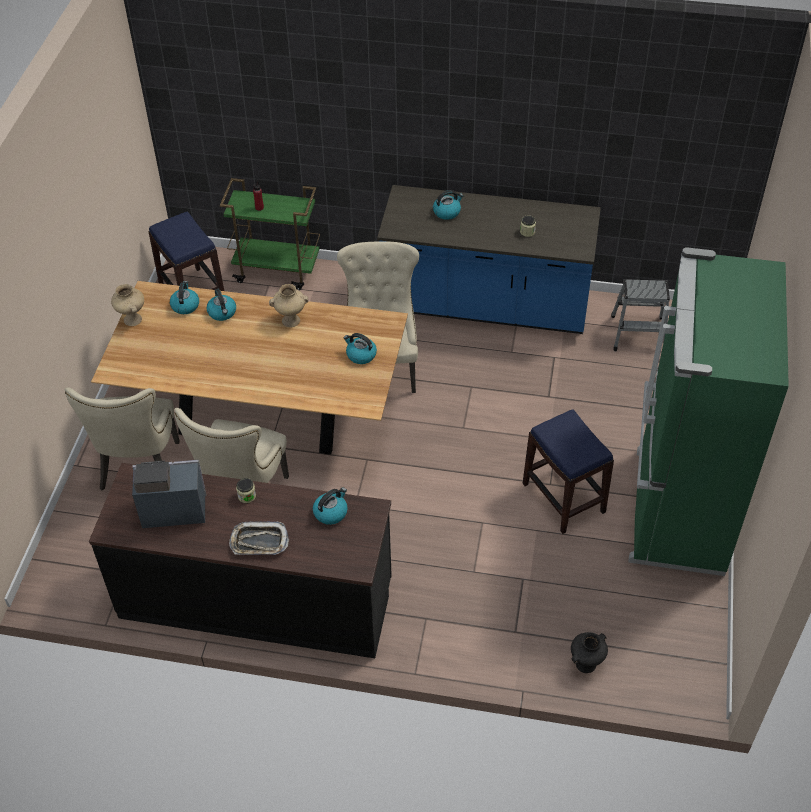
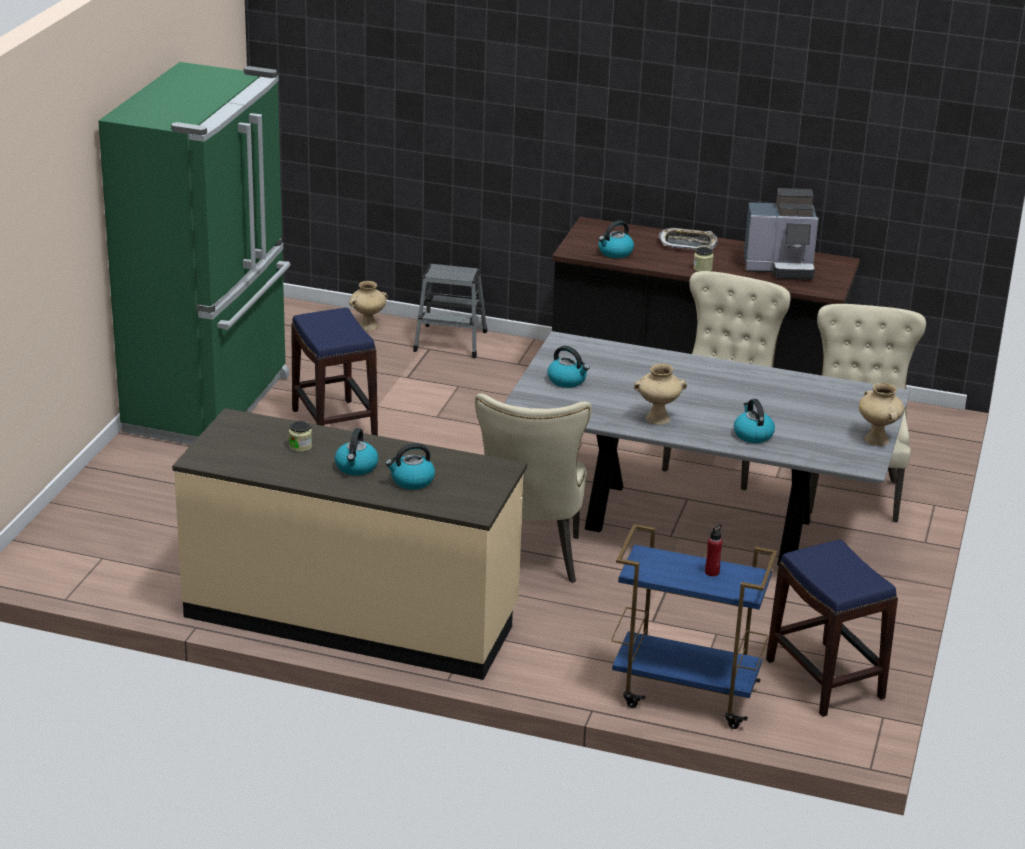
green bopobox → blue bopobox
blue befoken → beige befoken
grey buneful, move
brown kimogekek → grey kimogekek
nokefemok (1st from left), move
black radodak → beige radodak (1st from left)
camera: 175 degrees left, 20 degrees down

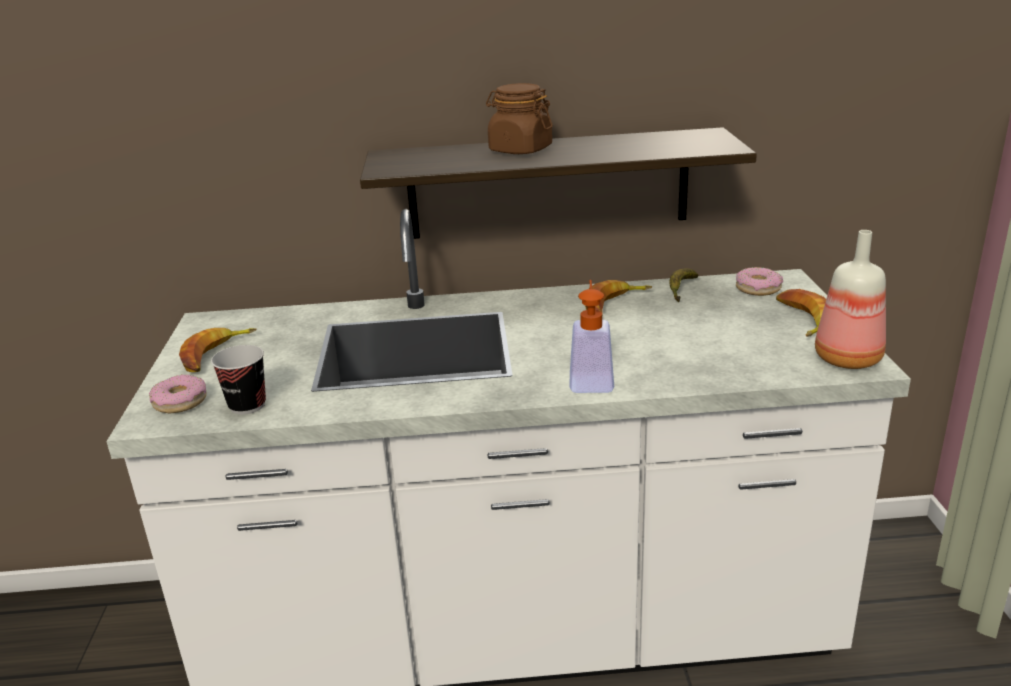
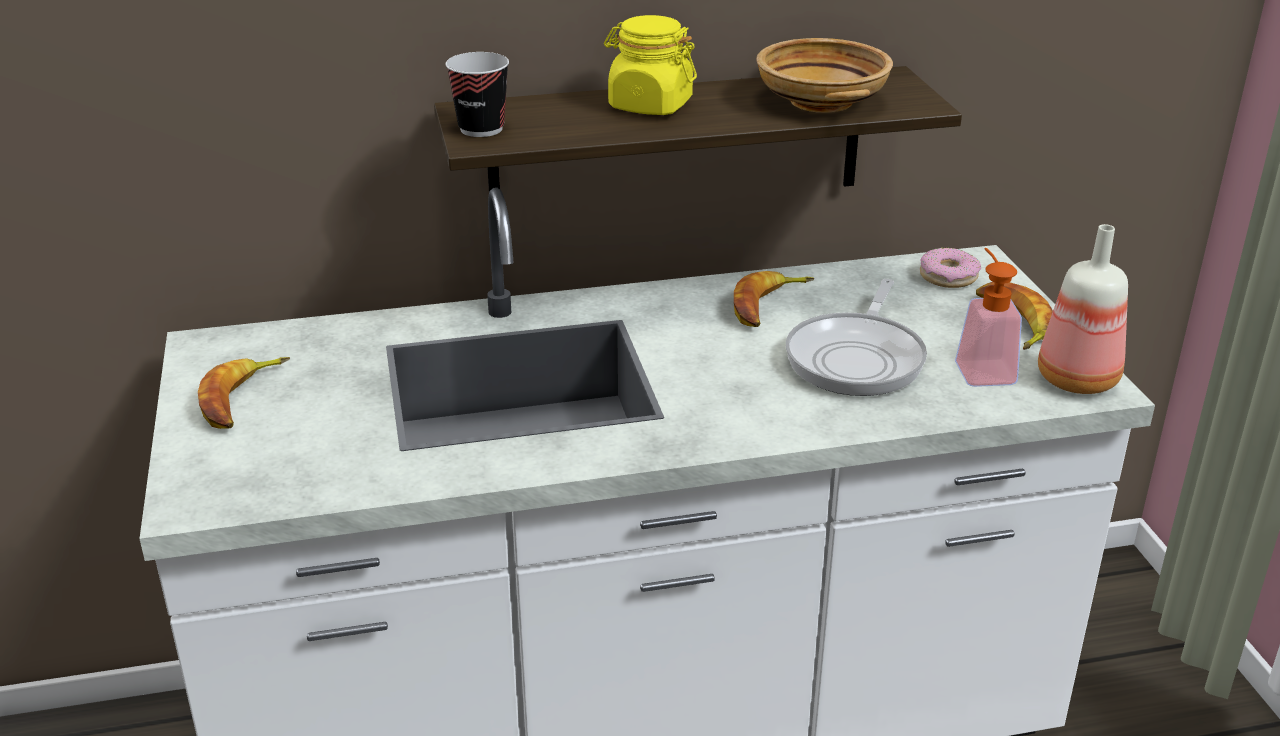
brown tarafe → yellow tarafe
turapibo (3rd from left) → -
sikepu, move
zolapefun, move
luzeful (1st from left) → -
- → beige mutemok
- → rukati
camera: 10 degrees left, 5 degrees up

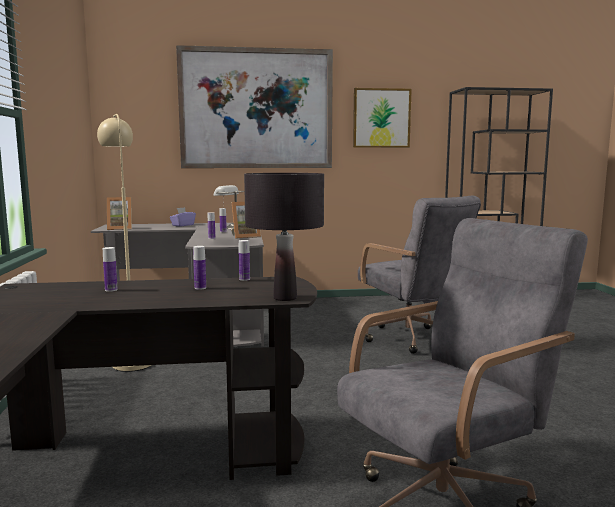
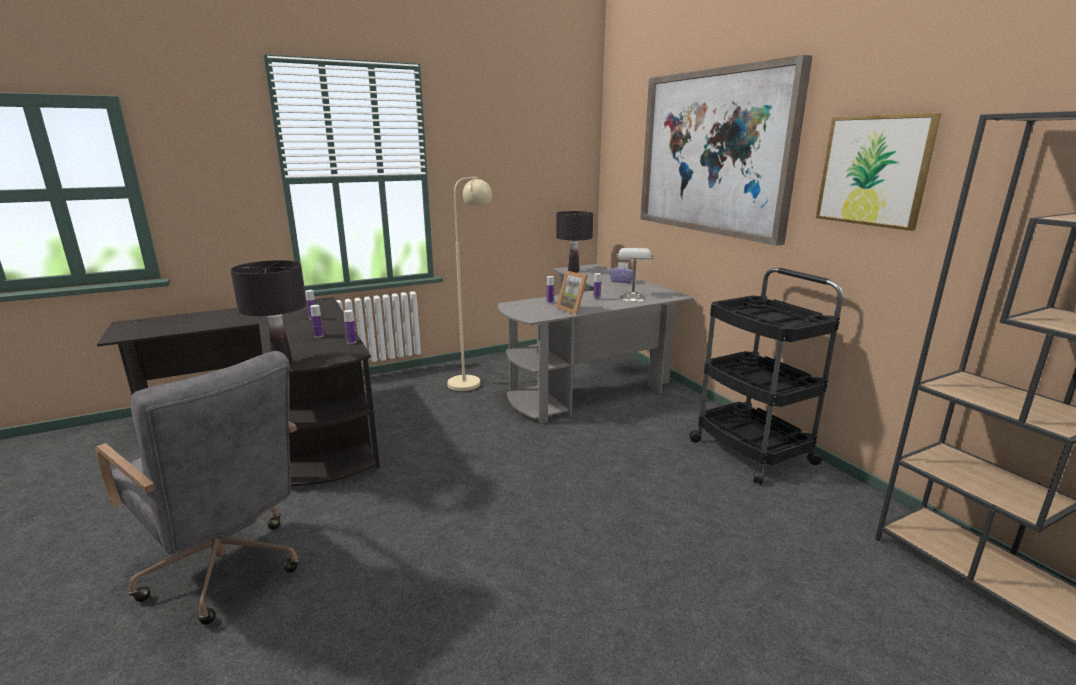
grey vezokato (1st from left) → -
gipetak (1st from left) → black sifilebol (2nd from left)
- → black bopobox
camera: 70 degrees right, 10 degrees up

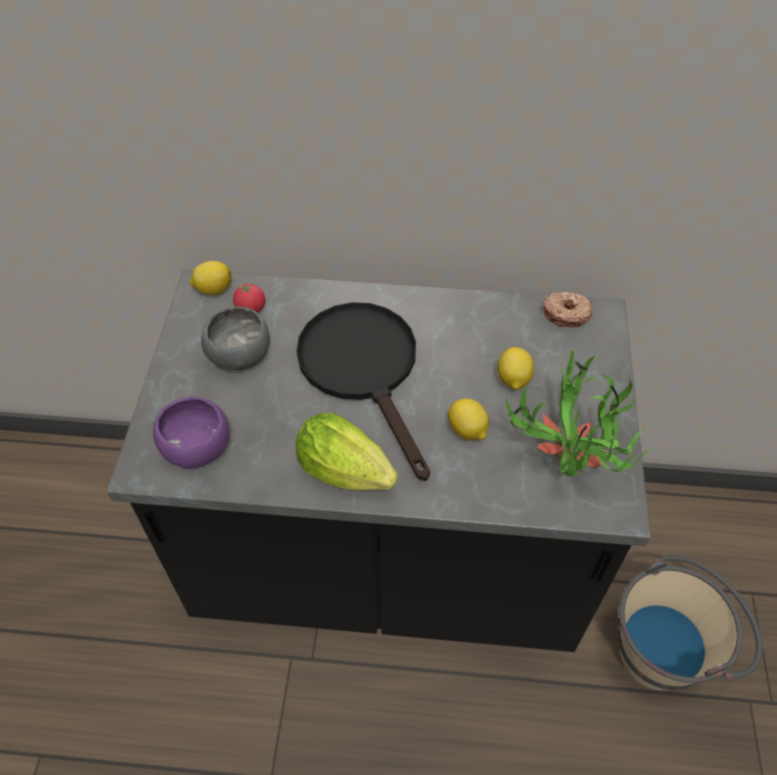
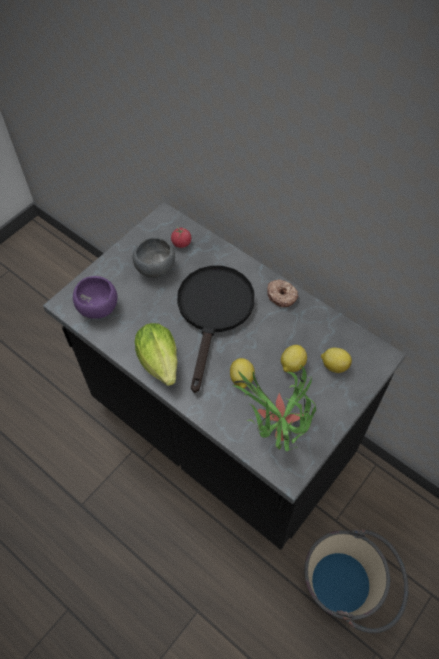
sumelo (1st from left in the first image) → sumelo (3rd from left), move
luzeful, move
camera: 35 degrees right, 5 degrees up

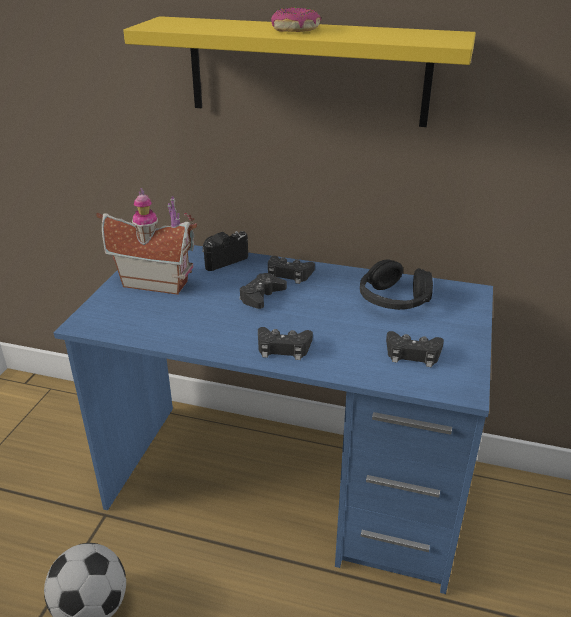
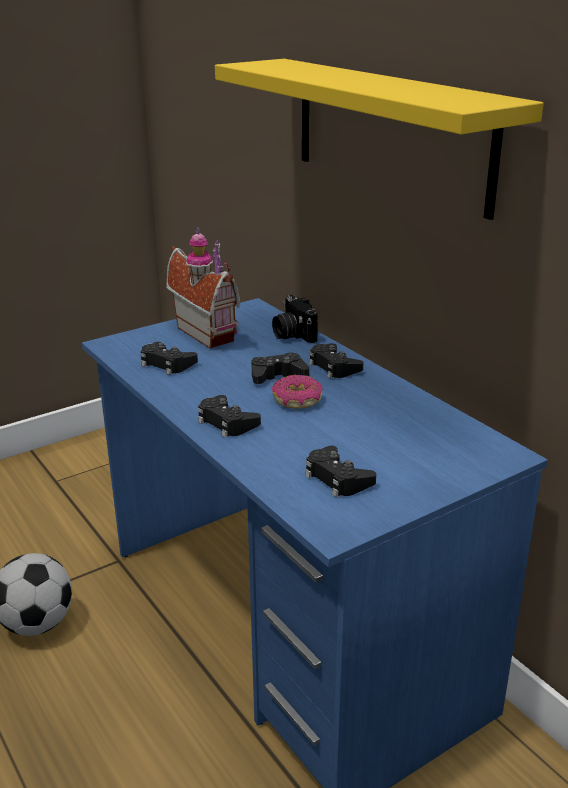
luzeful, move
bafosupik, 120 degrees counterclockwise
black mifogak → -
- → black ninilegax (1st from left)
camera: 40 degrees right, 5 degrees down

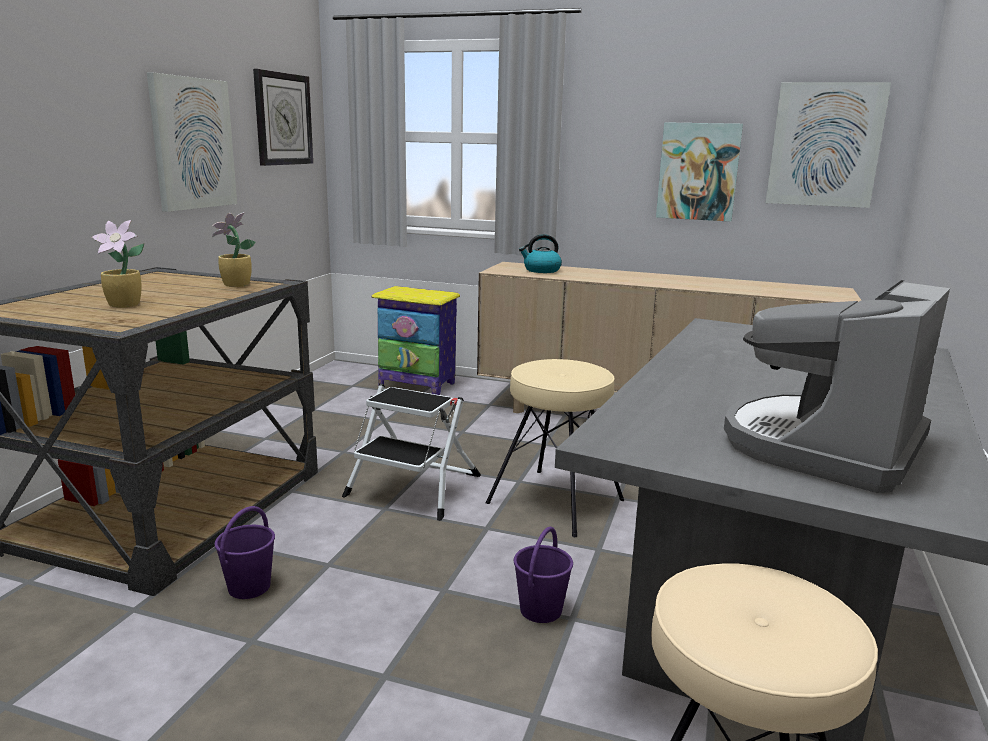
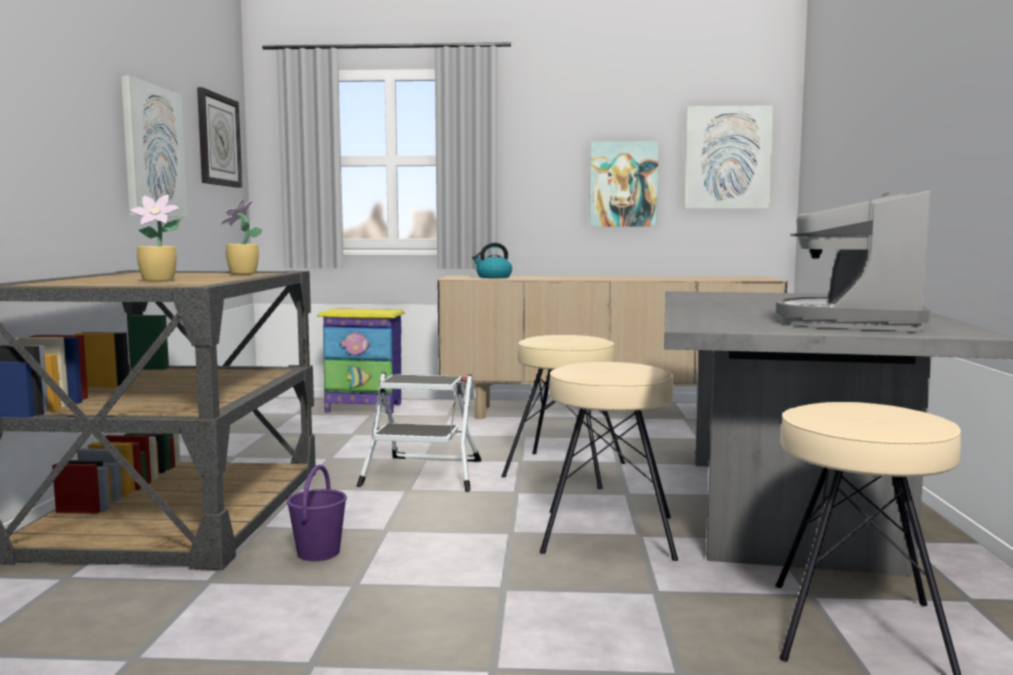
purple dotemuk (2nd from left) → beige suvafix (2nd from left)
camera: 15 degrees left, 10 degrees down

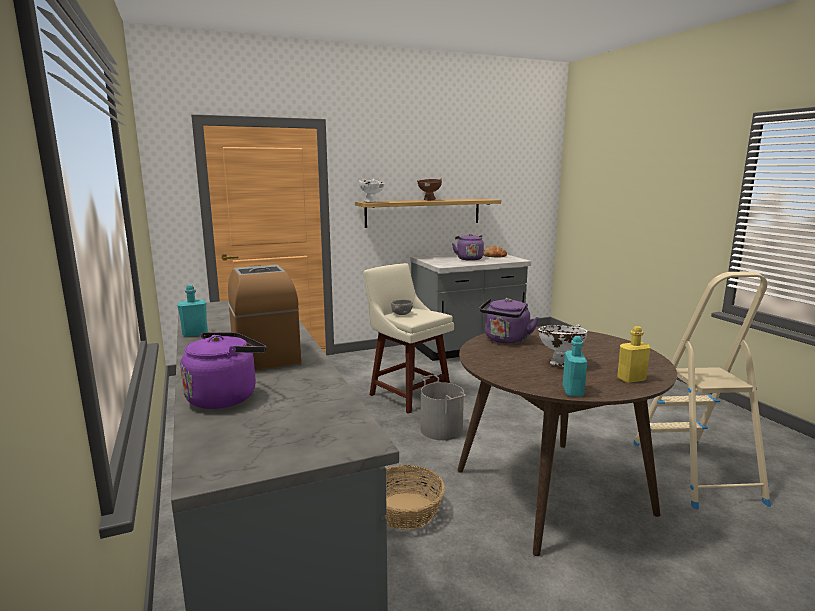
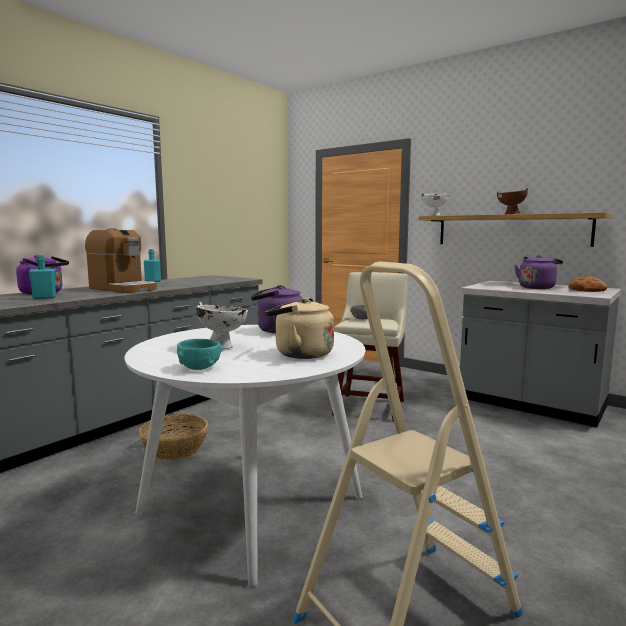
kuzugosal, 90 degrees clockwise
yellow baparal → turquoise mutemok
brown kimogekek → white kimogekek
turquoise baparal (2nd from left in the first image) → turquoise baparal (1st from left), move
grey dotemuk → -
- → beige nokefemok
camera: 60 degrees right, 5 degrees down

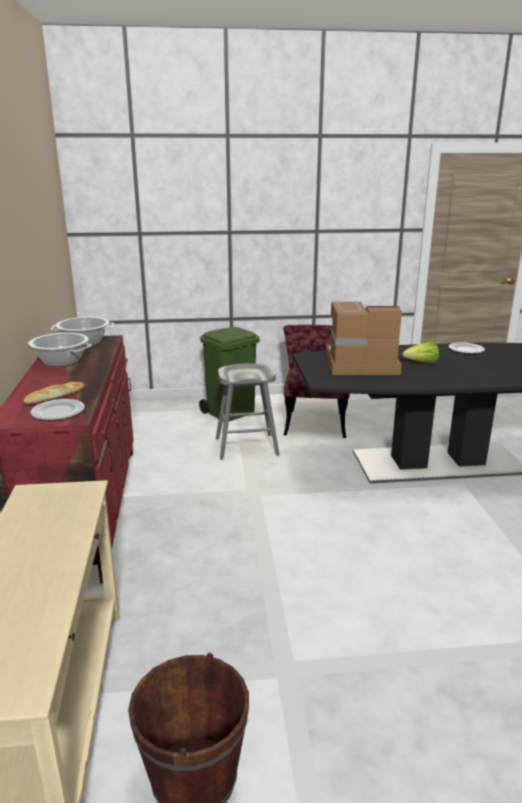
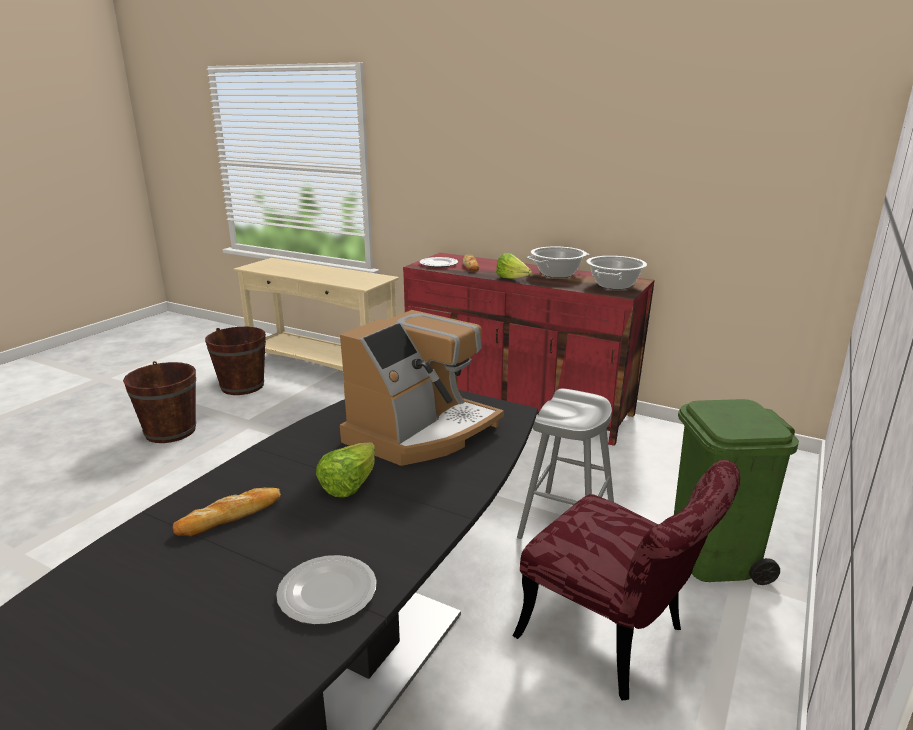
- → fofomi (2nd from left)
- → brown dotemuk (1st from left)
- → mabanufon (1st from left)
camera: 125 degrees right, 0 degrees up

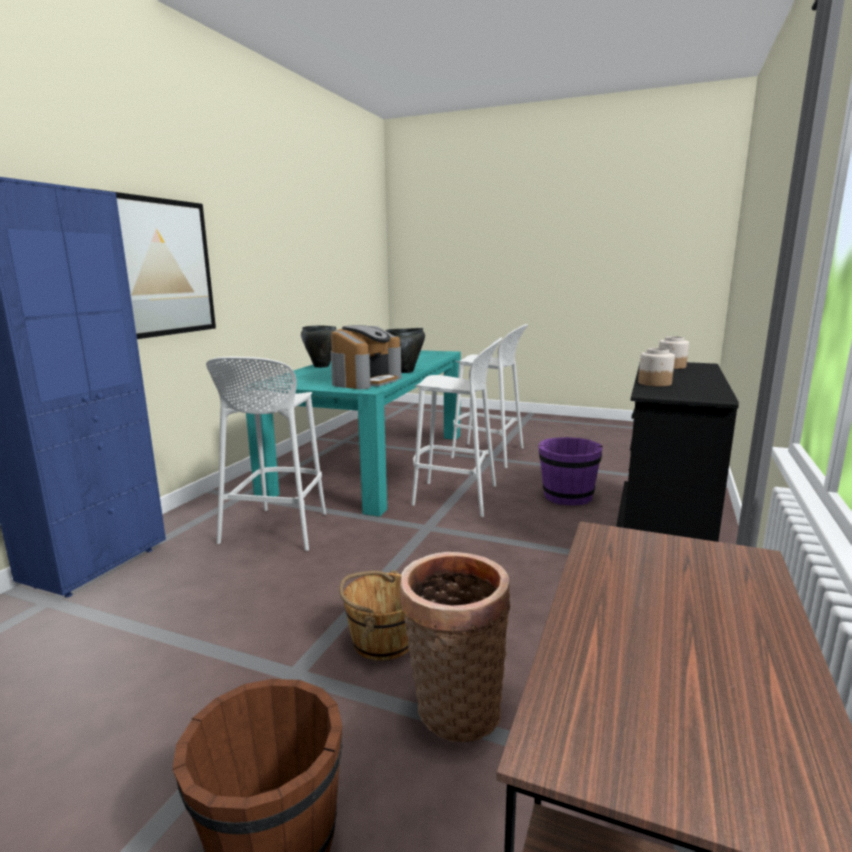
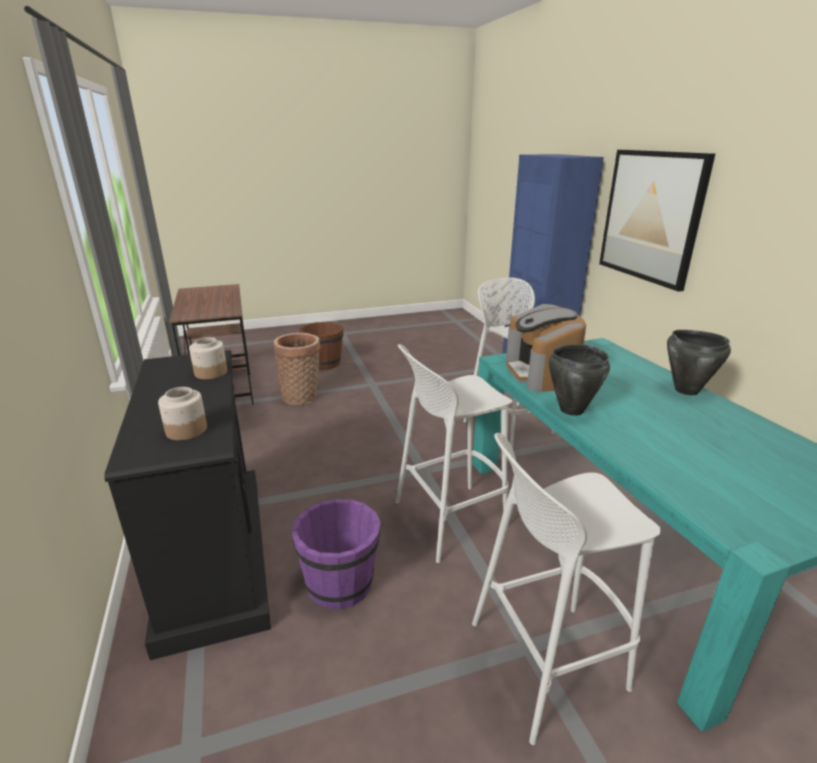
brown dotemuk (2nd from left) → -
camera: 140 degrees right, 10 degrees up

